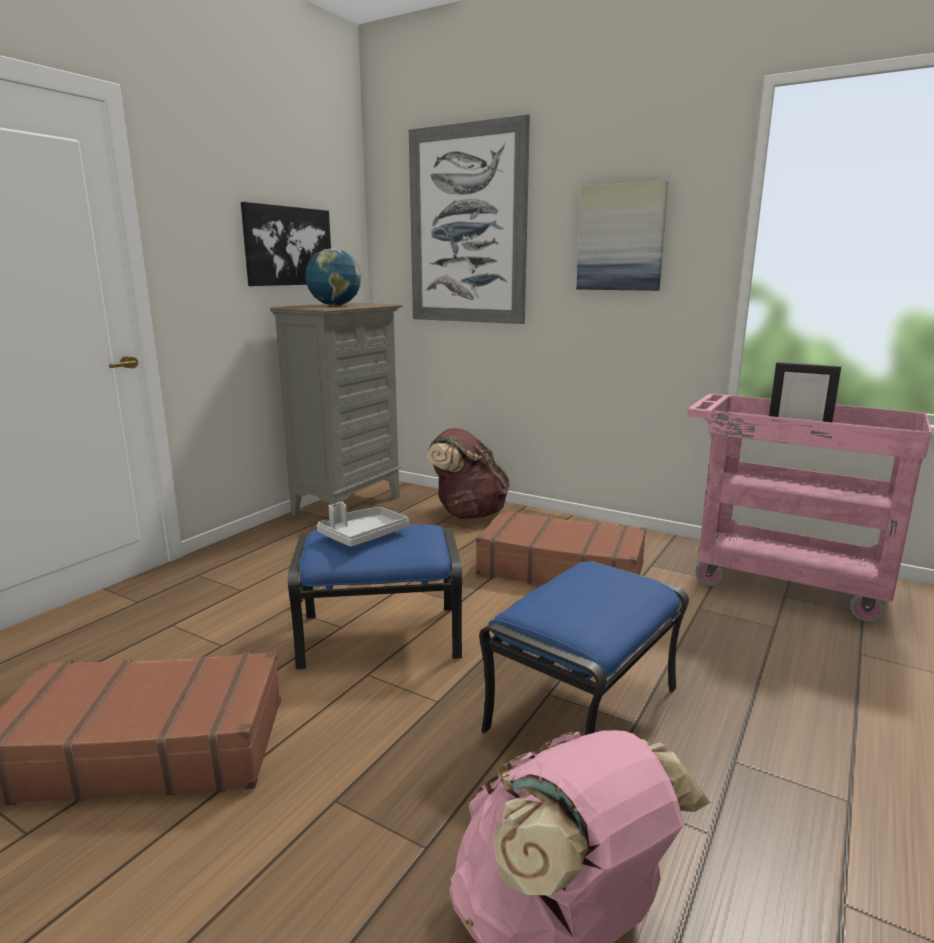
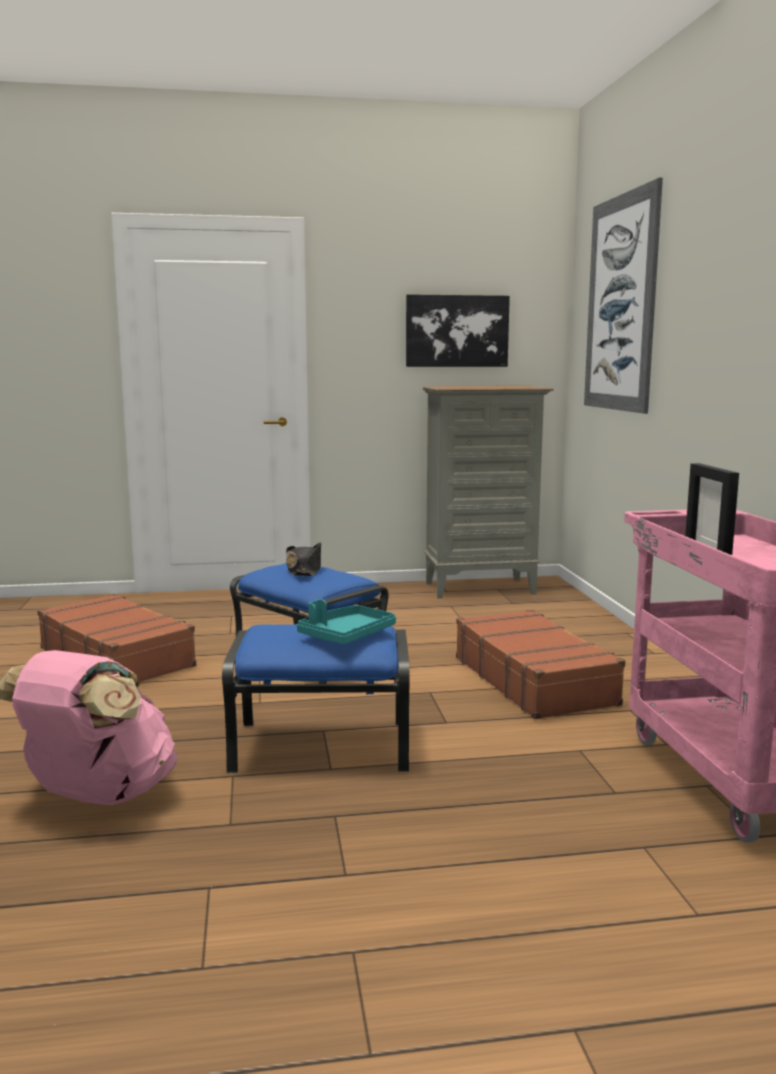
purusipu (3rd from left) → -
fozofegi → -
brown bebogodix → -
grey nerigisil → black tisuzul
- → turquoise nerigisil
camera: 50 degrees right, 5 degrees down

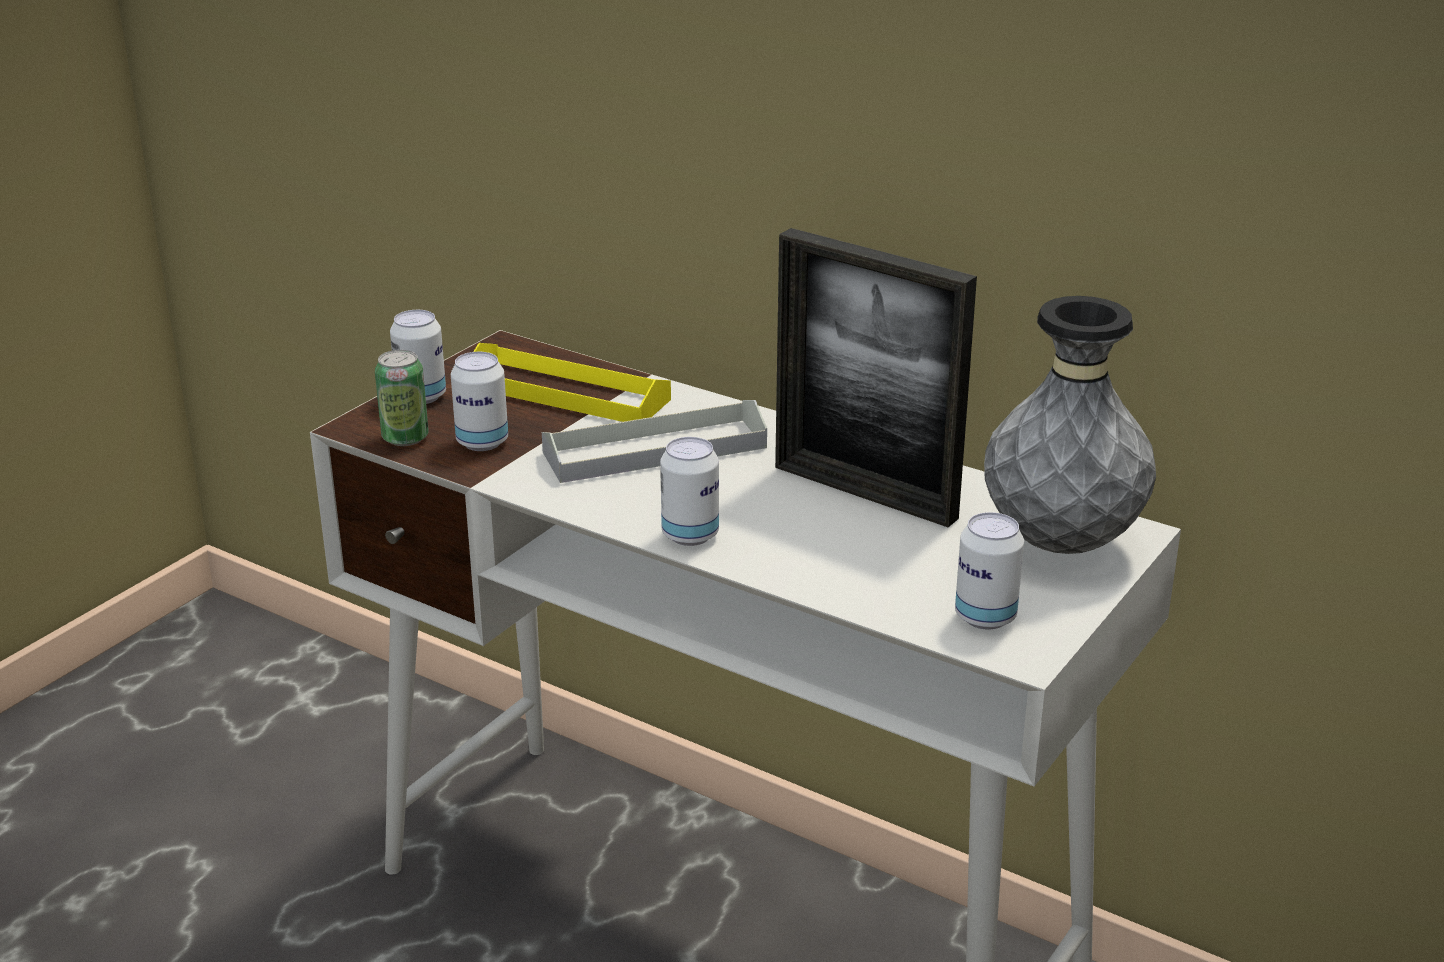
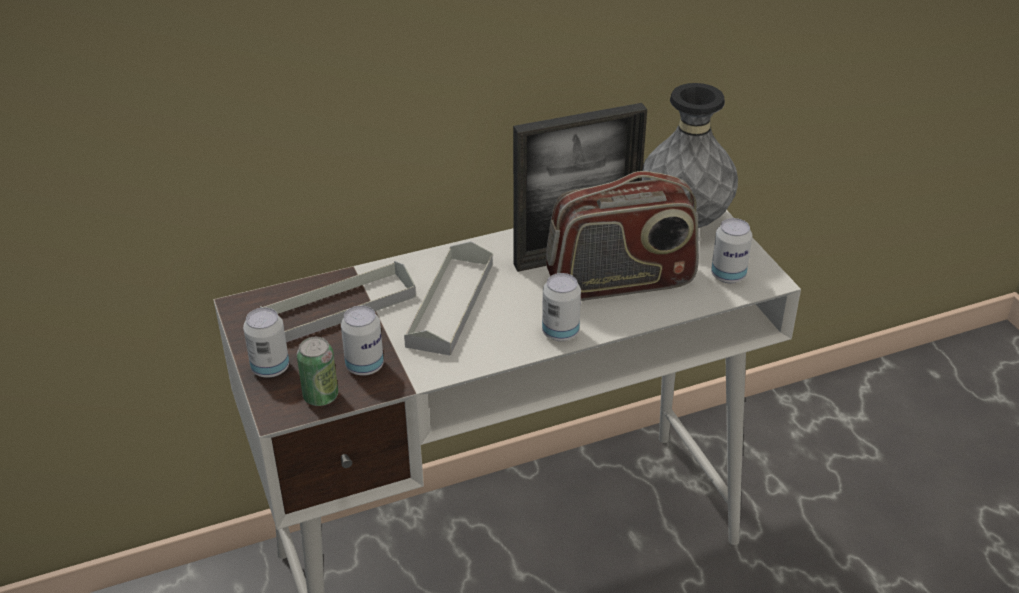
yellow nerigisil → grey nerigisil (1st from left)
- → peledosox
camera: 55 degrees left, 10 degrees up

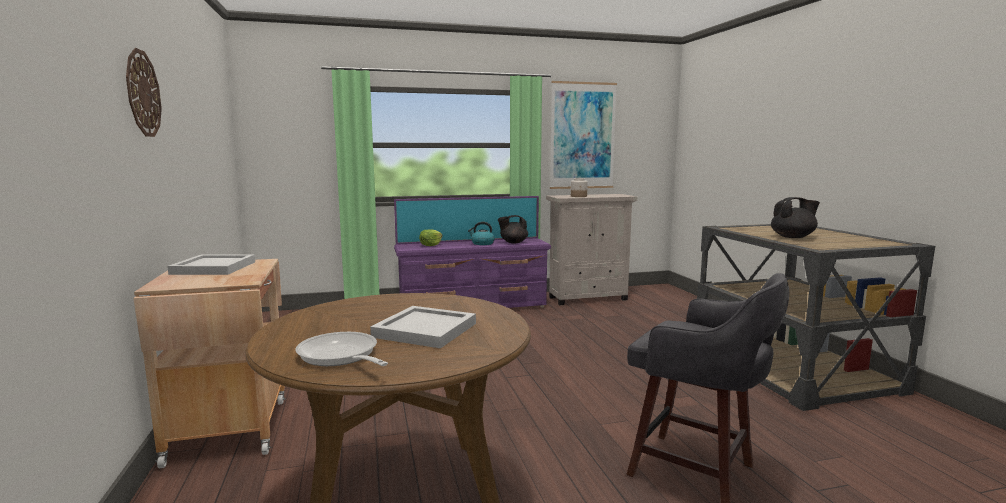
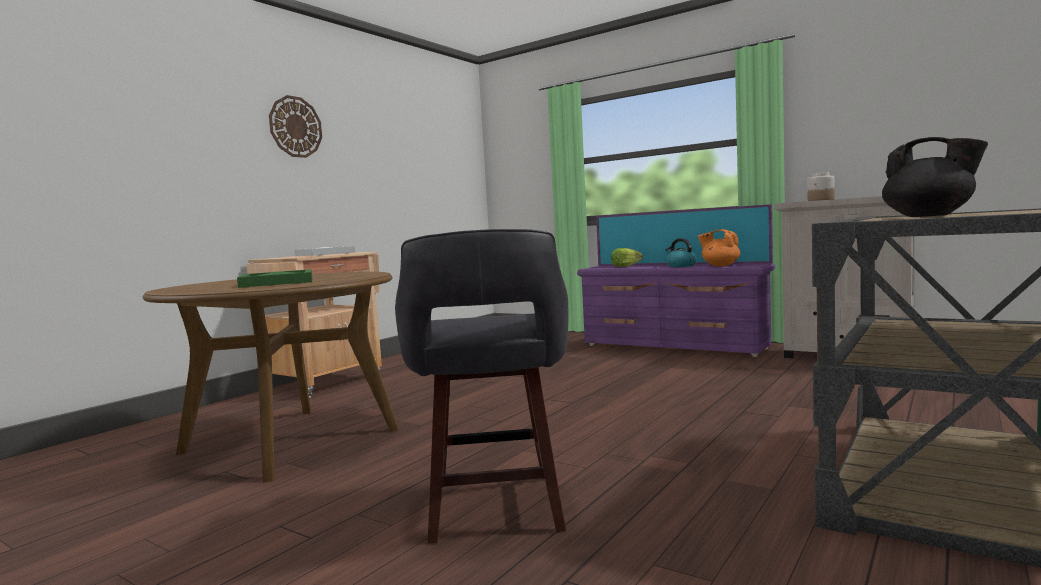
purusipu → -
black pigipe (1st from left) → orange pigipe
white nerigisil (2nd from left) → green nerigisil
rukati → -
camera: 50 degrees right, 5 degrees down

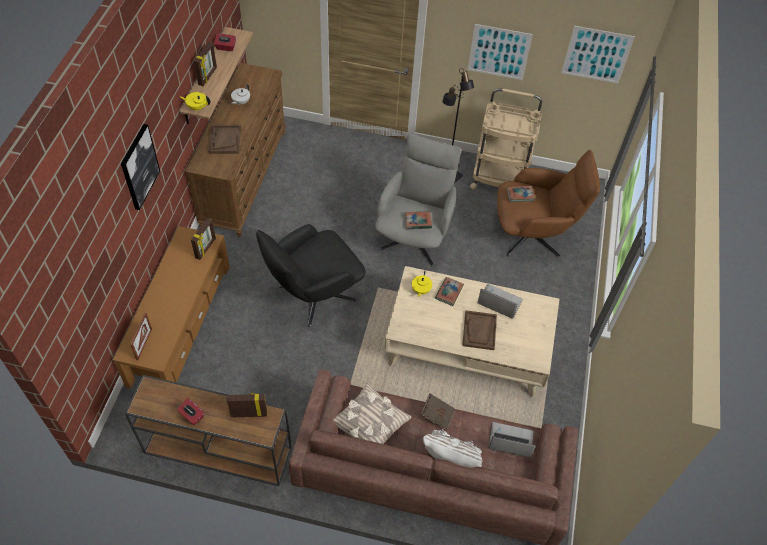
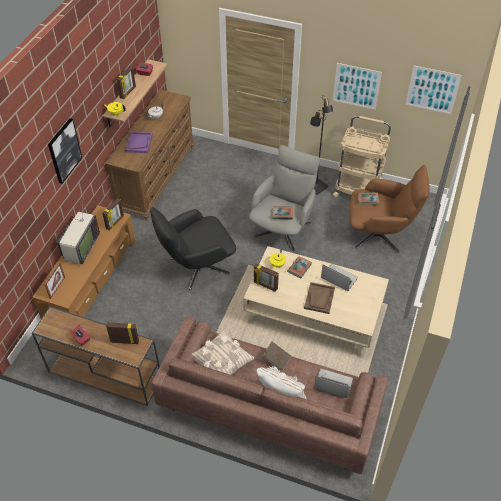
brown nerigisil (1st from left) → purple nerigisil
- → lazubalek
- → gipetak (5th from left)
camera: 10 degrees right, 5 degrees down

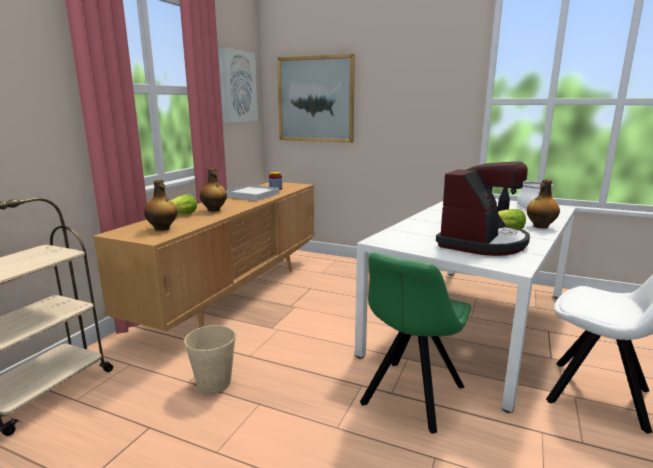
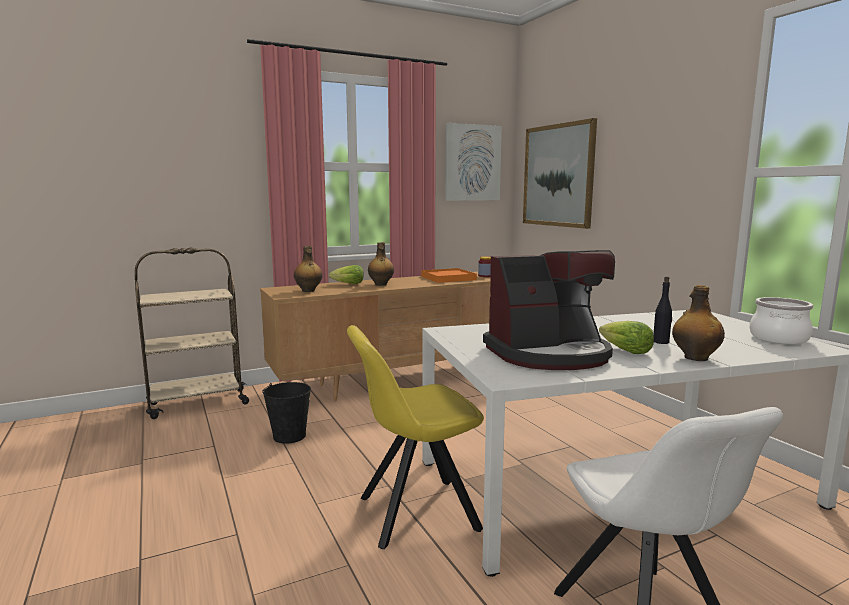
white nerigisil → orange nerigisil
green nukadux → yellow nukadux
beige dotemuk → black dotemuk
camera: 40 degrees right, 5 degrees down

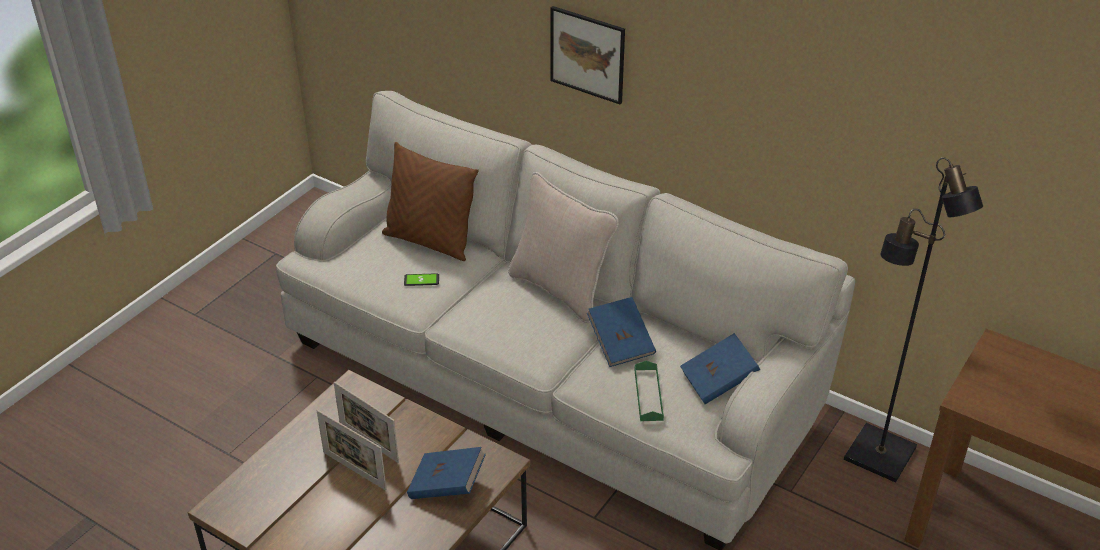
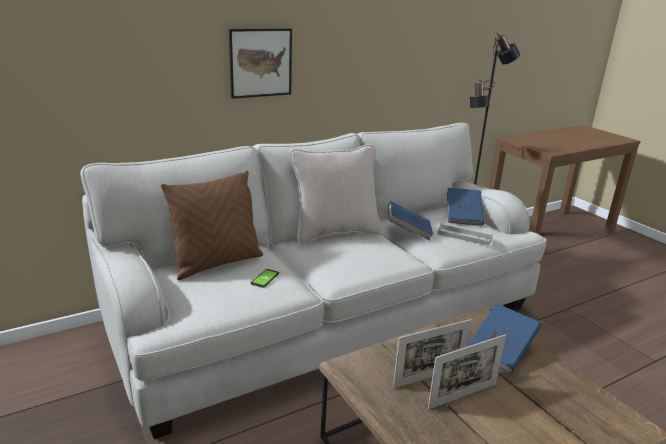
green nerigisil → grey nerigisil
camera: 65 degrees left, 15 degrees down

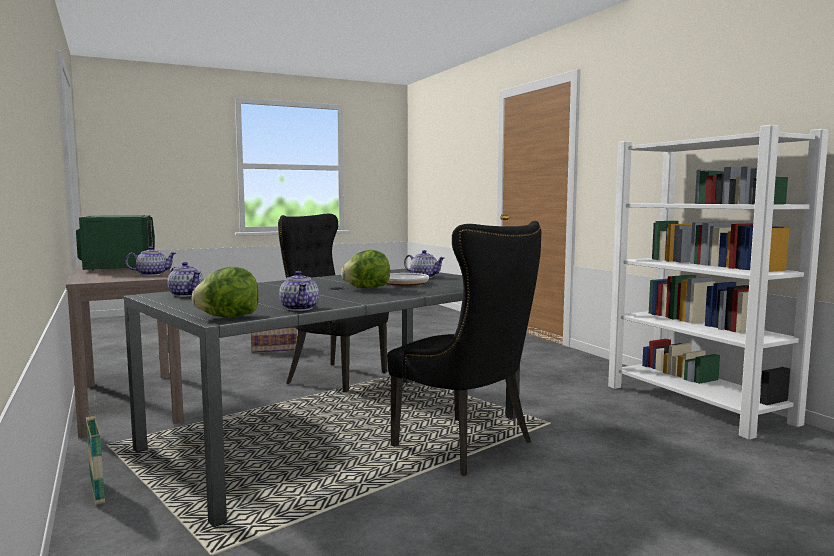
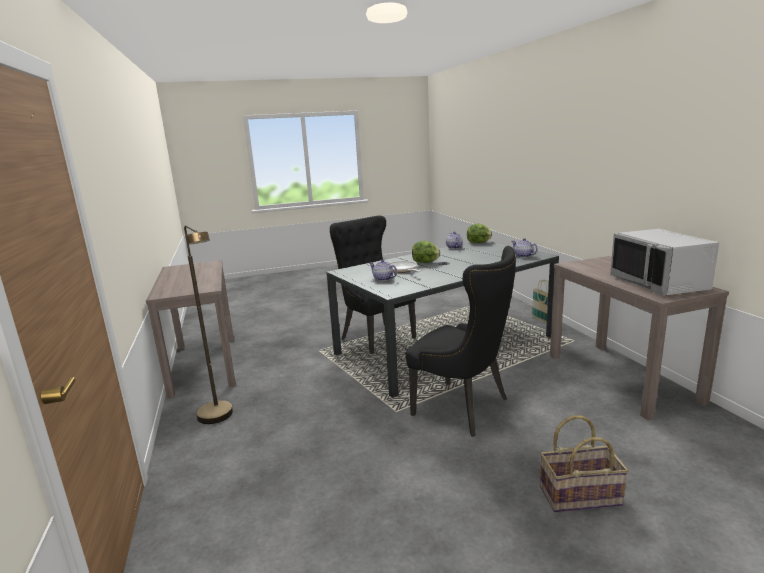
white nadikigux → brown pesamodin (1st from left)
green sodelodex → grey sodelodex
pigipe (1st from left) → -
- → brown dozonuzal
camera: 170 degrees left, 10 degrees up

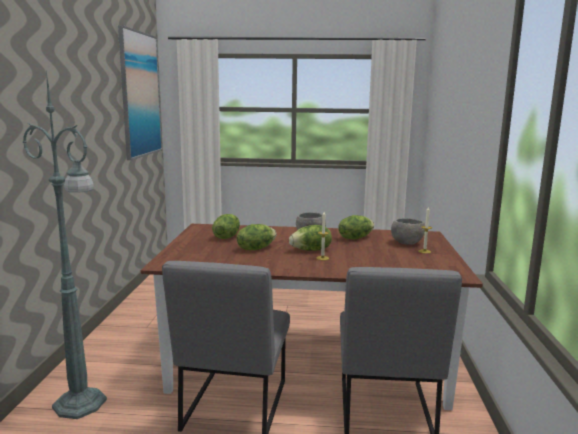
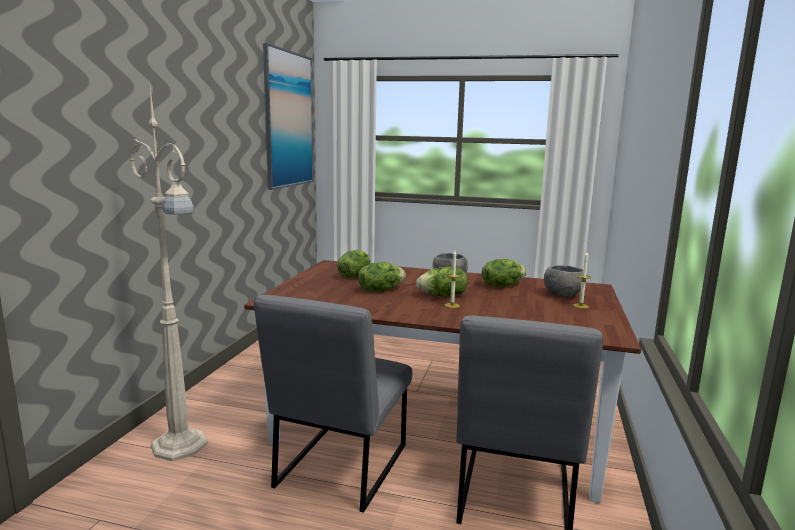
green dozonuzal → beige dozonuzal
camera: 10 degrees right, 0 degrees up

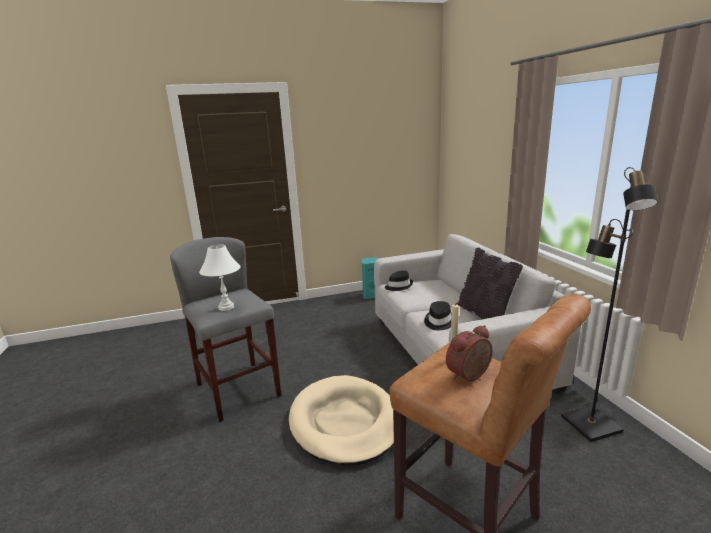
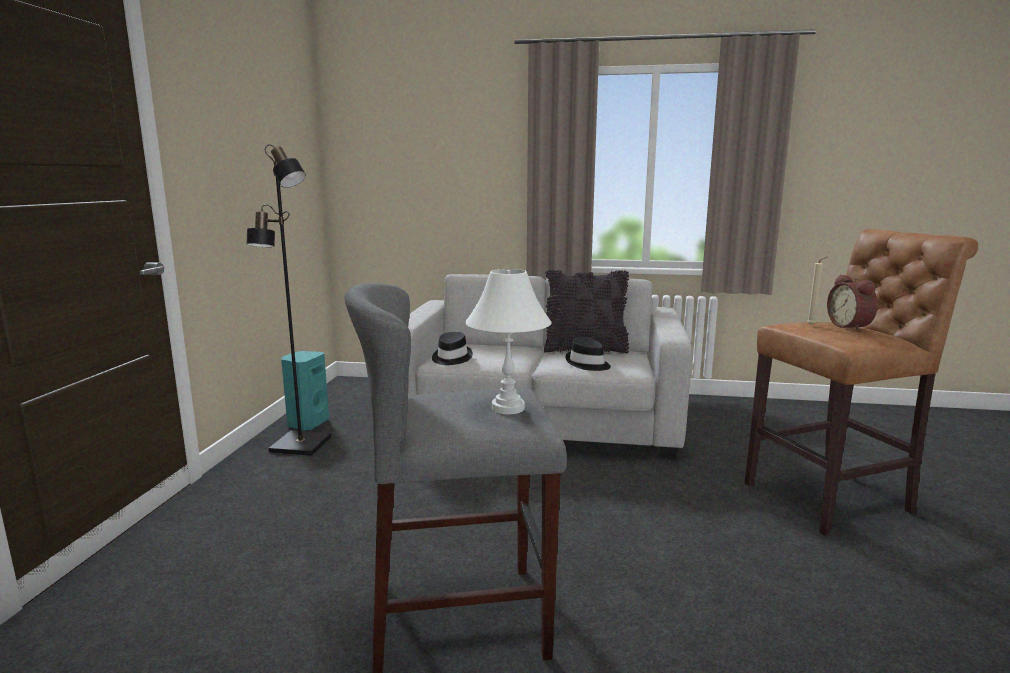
black dozonuzal, move
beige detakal → -
camera: 65 degrees left, 5 degrees down

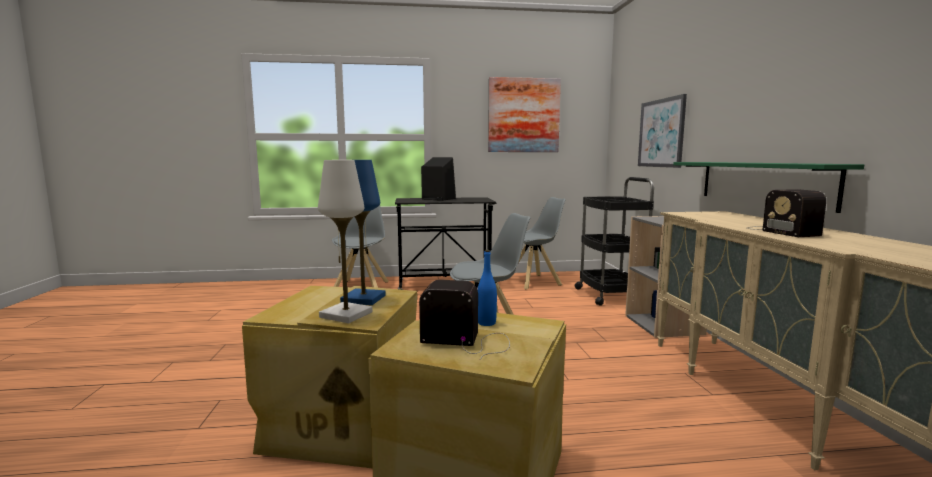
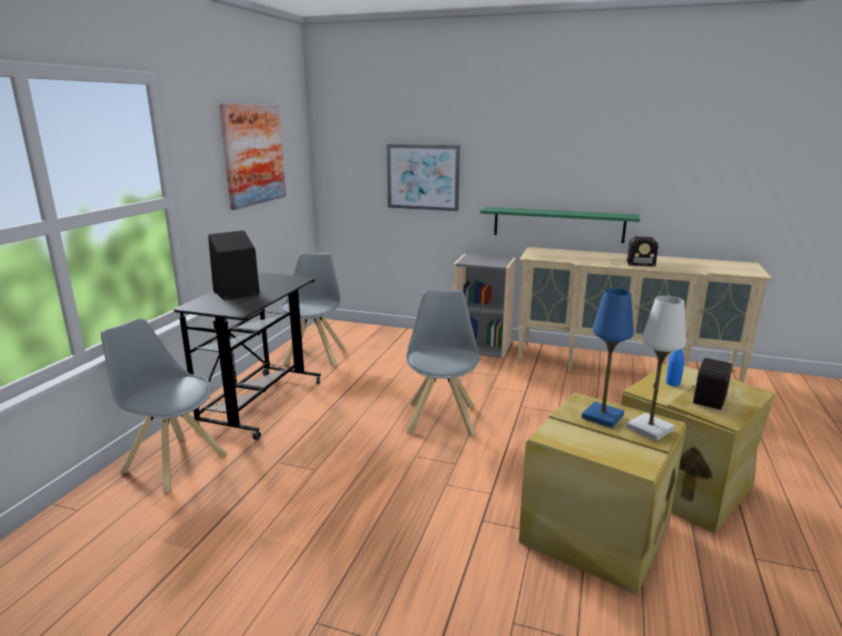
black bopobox → -
camera: 65 degrees left, 10 degrees up

